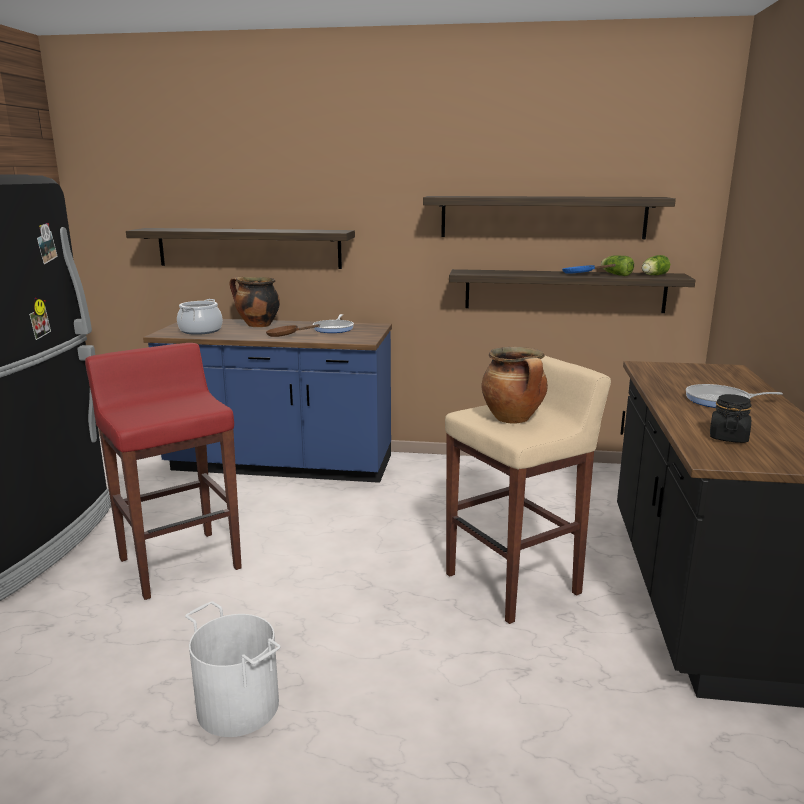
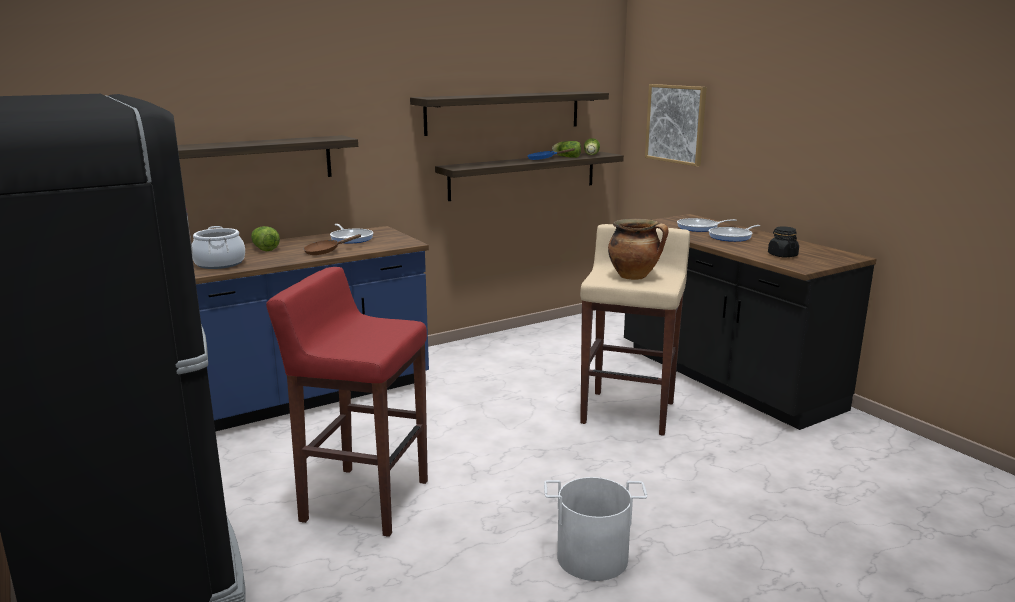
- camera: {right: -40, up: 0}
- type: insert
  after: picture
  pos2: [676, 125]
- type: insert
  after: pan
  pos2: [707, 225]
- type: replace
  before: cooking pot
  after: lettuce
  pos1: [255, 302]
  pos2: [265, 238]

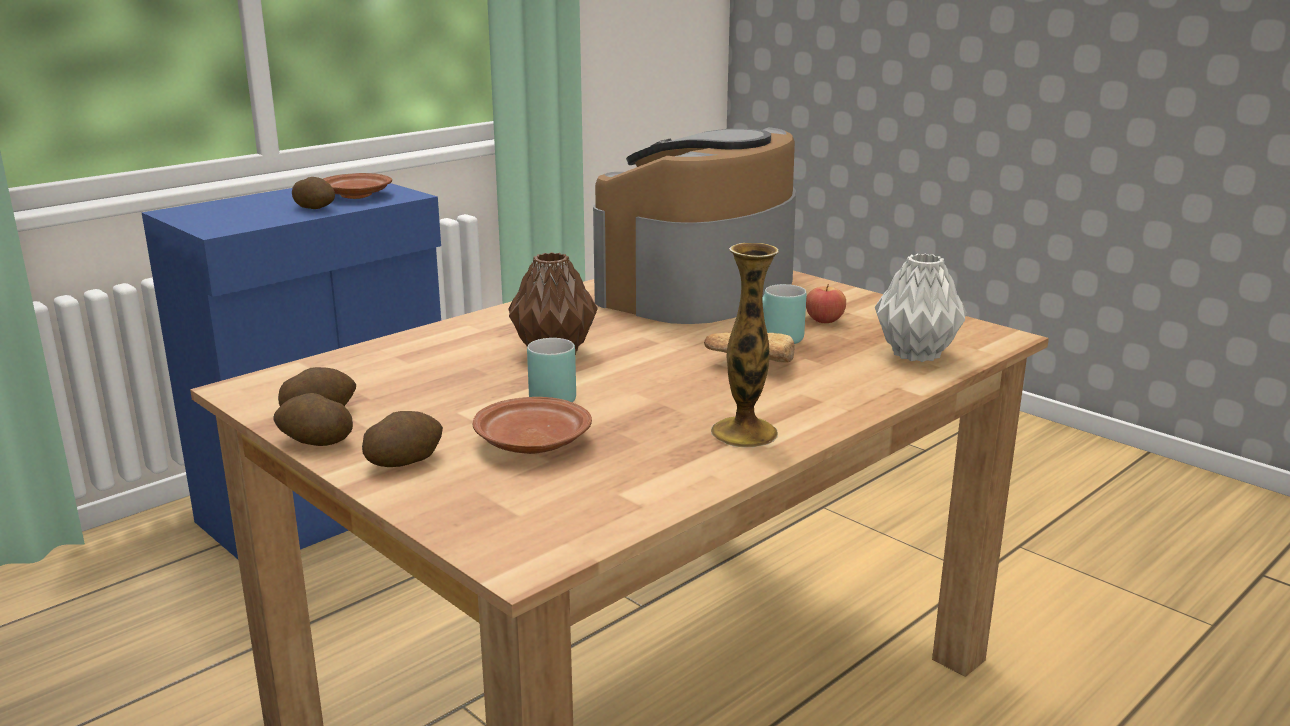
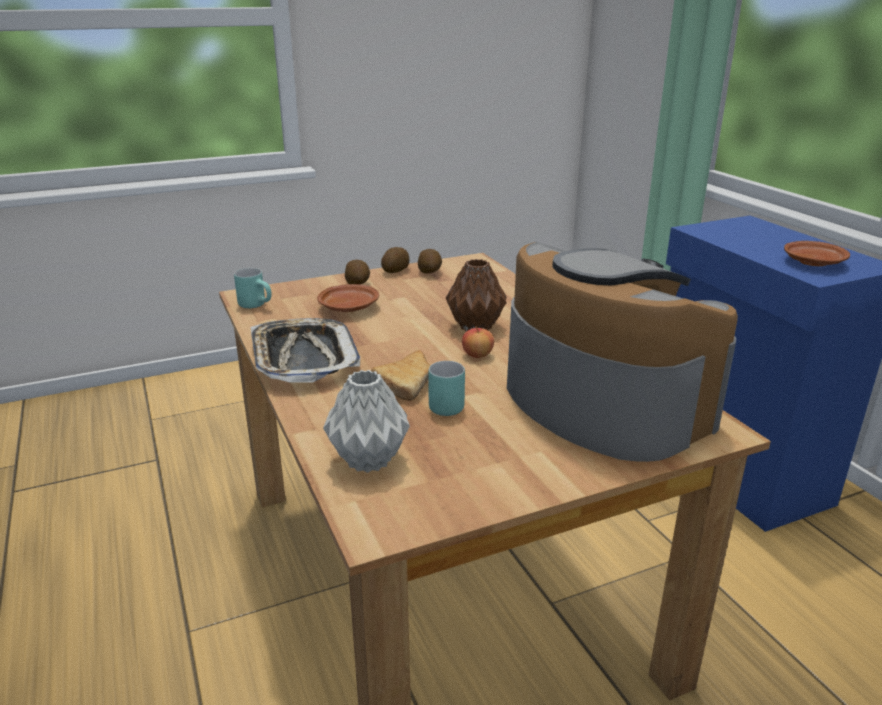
- camera: {right: 110, up: 5}
- type: delete
  before: potato
  pos1: [313, 193]
- type: move
  before: coffee mug in turquoise
  pos1: [551, 370]
  pos2: [253, 288]
- type: move
  before: apple
  pos1: [826, 303]
  pos2: [478, 342]
- type: replace
  before: flower vase
  after: carrying tray
  pos1: [745, 345]
  pos2: [305, 350]

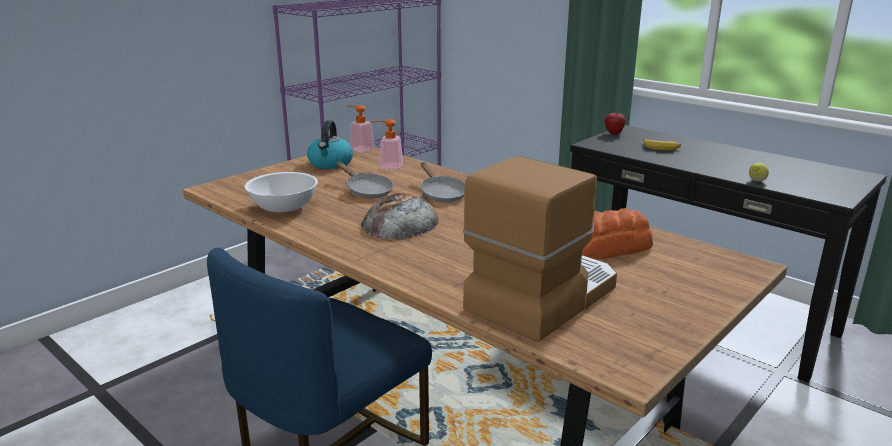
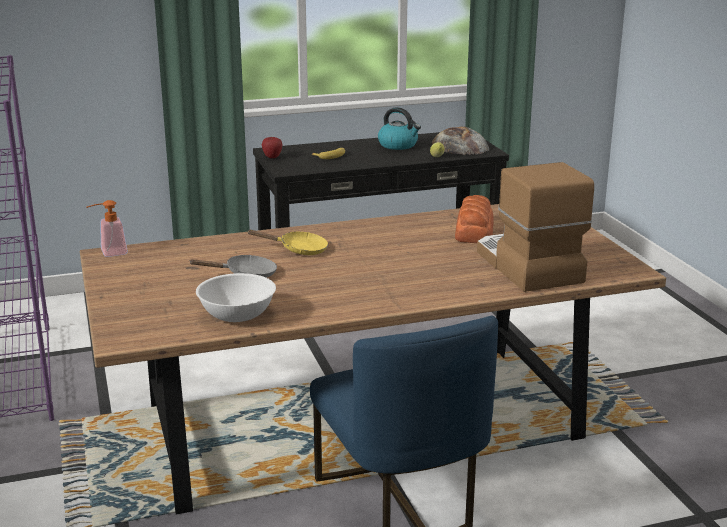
- camera: {right: -60, up: 0}
- type: delete
  before: soap dispenser
  pos1: [387, 144]
- type: move
  before: water kettle
  pos1: [330, 144]
  pos2: [399, 128]
- type: move
  before: bakery bread
  pos1: [400, 216]
  pos2: [460, 140]
- type: recolor
  before: pan in greyish
  after: pan in yellow-coloured
  pos1: [443, 182]
  pos2: [287, 242]

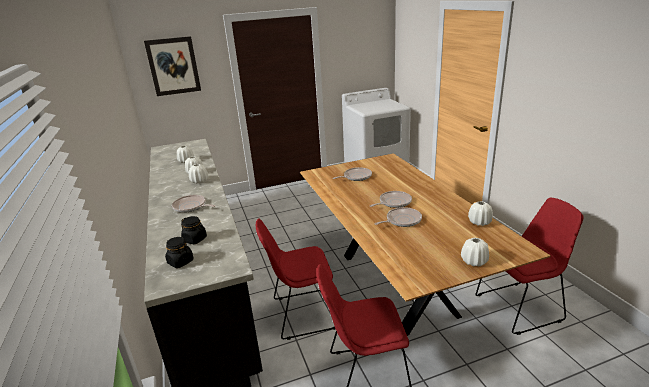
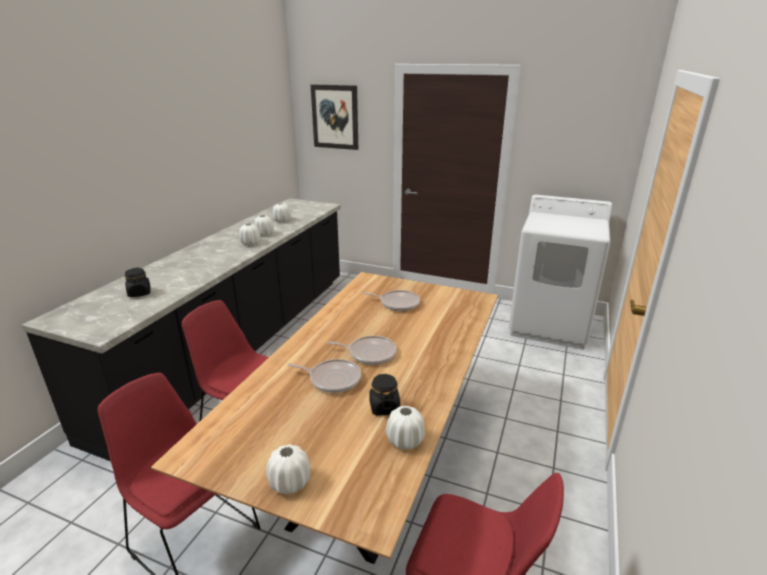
- camera: {right: 40, up: 0}
- type: delete
  before: pan
  pos1: [194, 204]
- type: move
  before: preserve jar in blackish
  pos1: [179, 252]
  pos2: [384, 395]

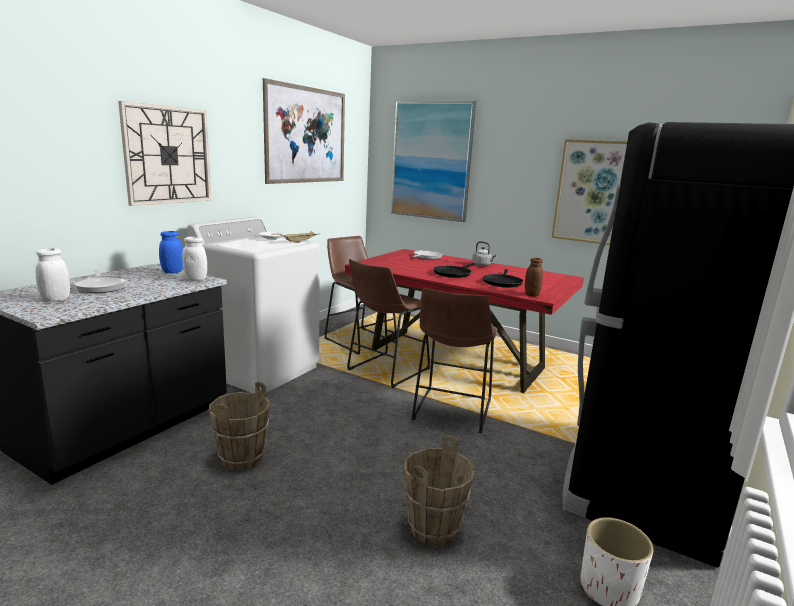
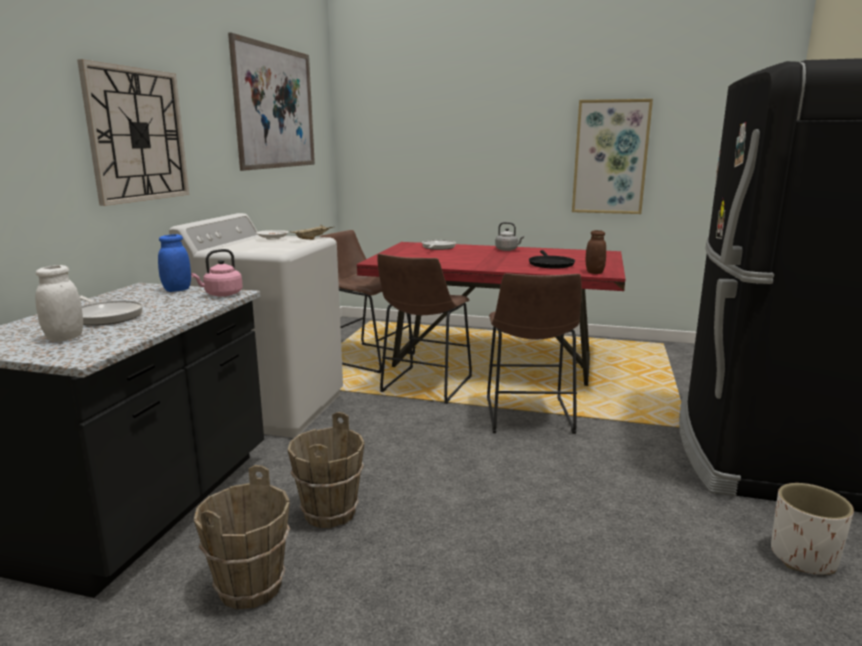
- camera: {right: -15, up: 0}
- type: delete
  before: picture
  pos1: [433, 161]
- type: delete
  before: pan in blackish
  pos1: [454, 270]
- type: move
  before: bucket in brownish
  pos1: [439, 490]
  pos2: [242, 537]
- type: replace
  before: preserve jar in white
  after: water kettle in pink-coloured
  pos1: [194, 259]
  pos2: [217, 273]

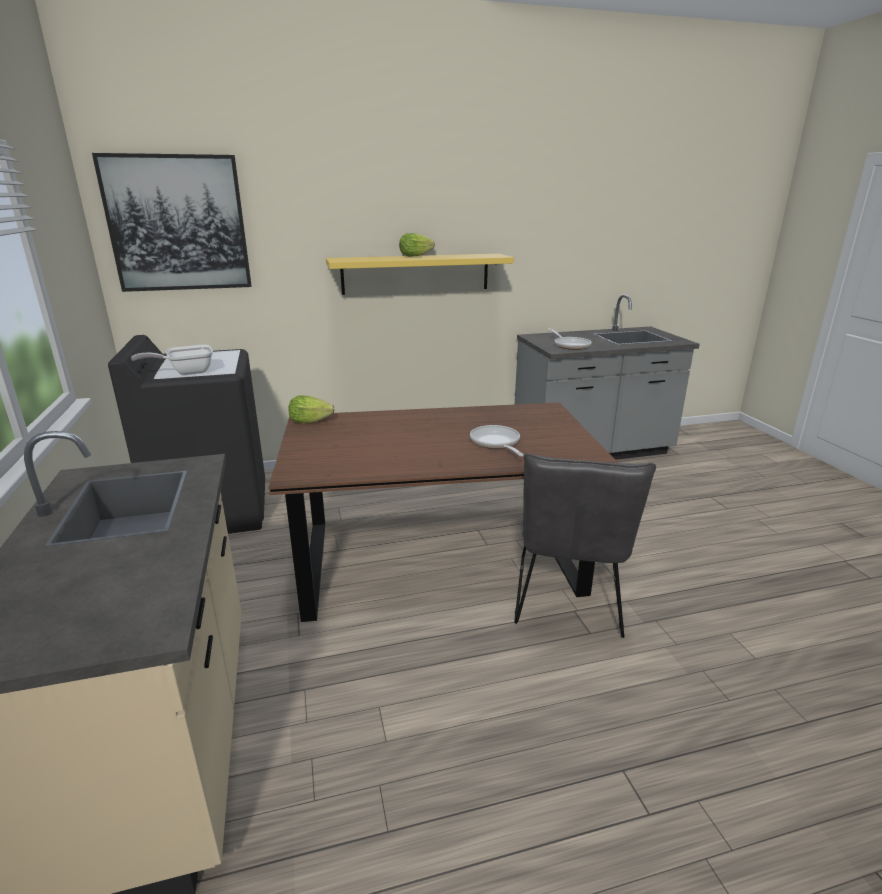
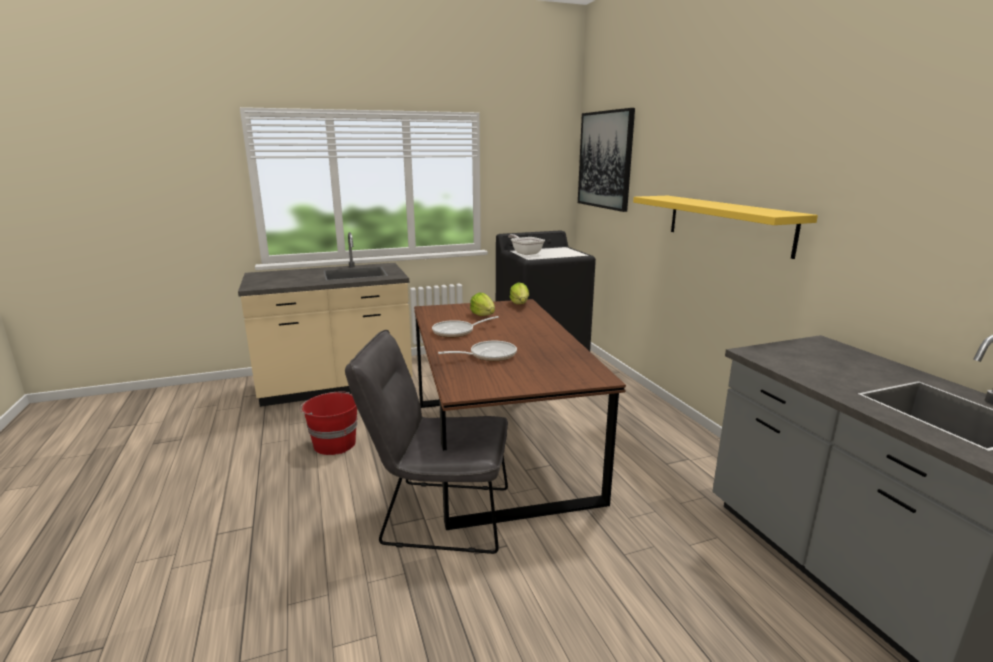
- camera: {right: 85, up: -5}
- type: insert
  after: bucket in red
  pos2: [329, 423]
- type: move
  before: lettuce
  pos1: [417, 245]
  pos2: [482, 304]
- type: move
  before: pan
  pos1: [570, 339]
  pos2: [465, 327]

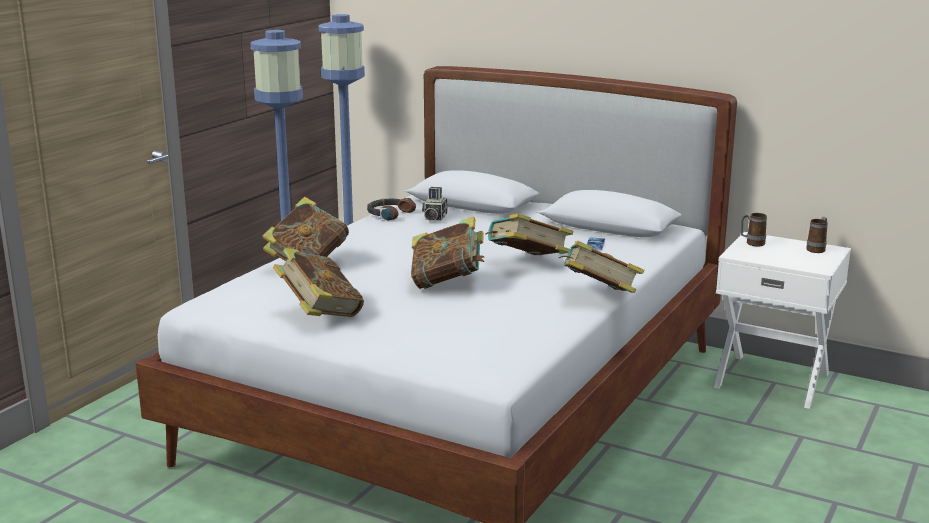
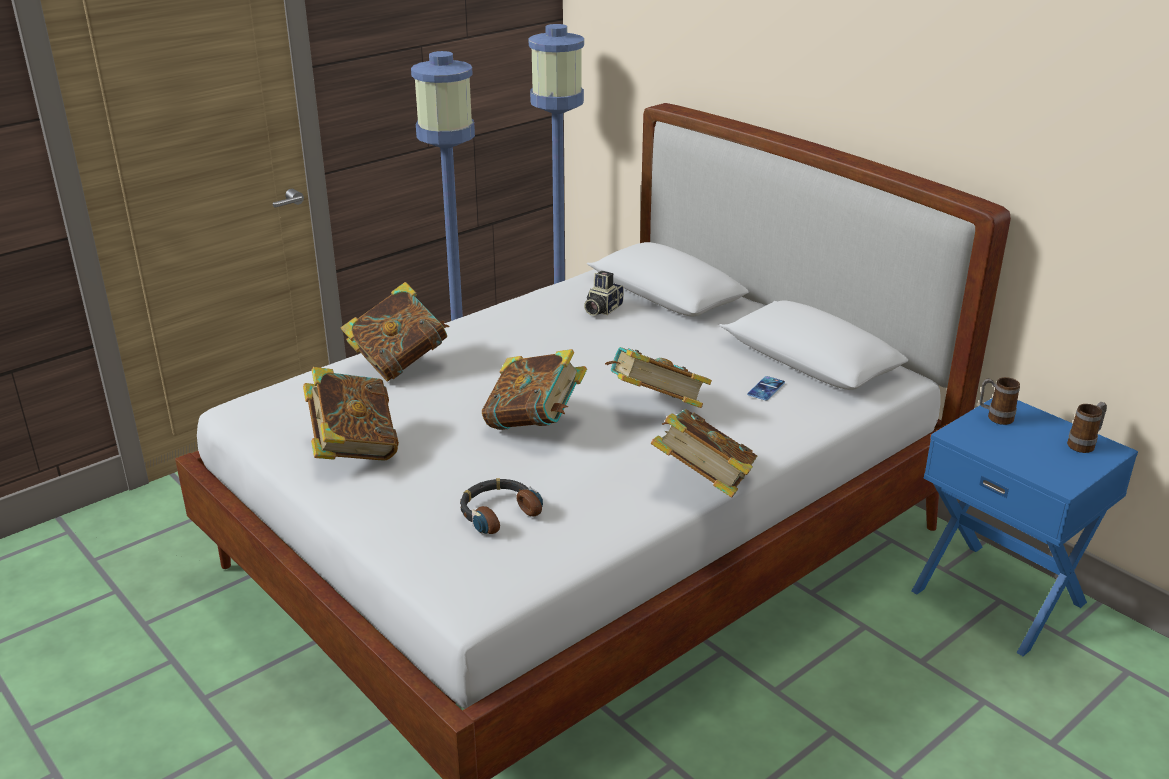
- camera: {right: 20, up: 10}
- type: move
  before: pair of headphones
  pos1: [391, 209]
  pos2: [501, 506]
- type: recolor
  before: nightstand in white
  after: nightstand in blue-coloured
  pos1: [782, 320]
  pos2: [1024, 527]

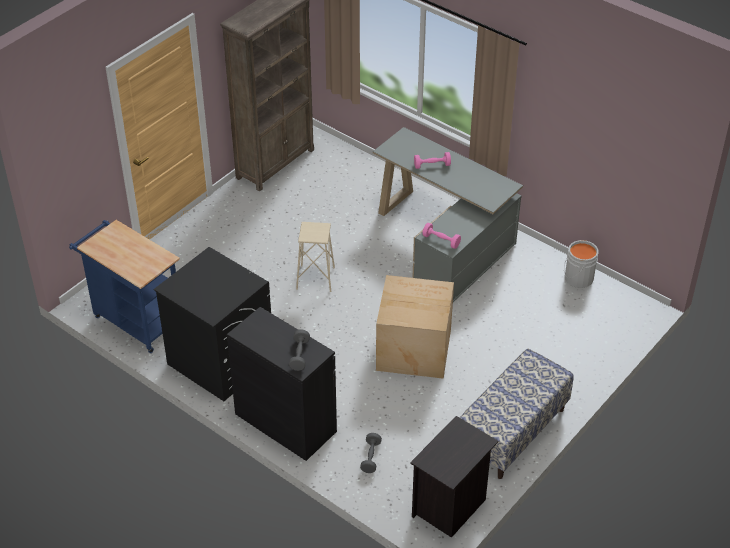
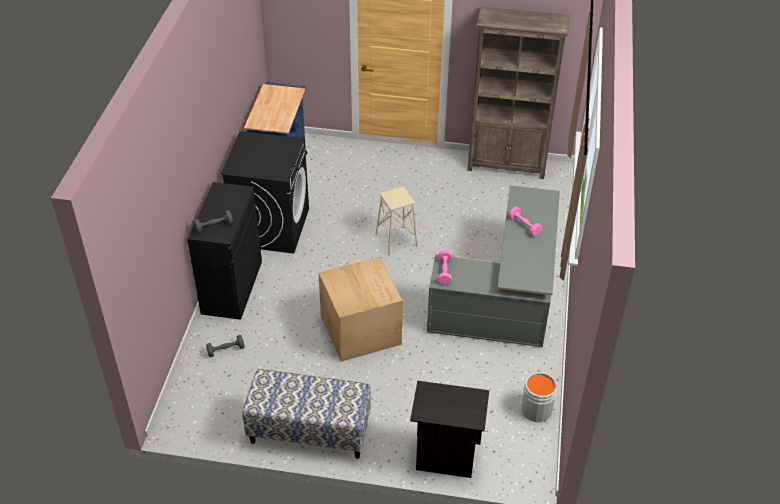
- camera: {right: 60, up: 0}
- type: move
  before: nightstand in blackish
  pos1: [454, 477]
  pos2: [449, 429]

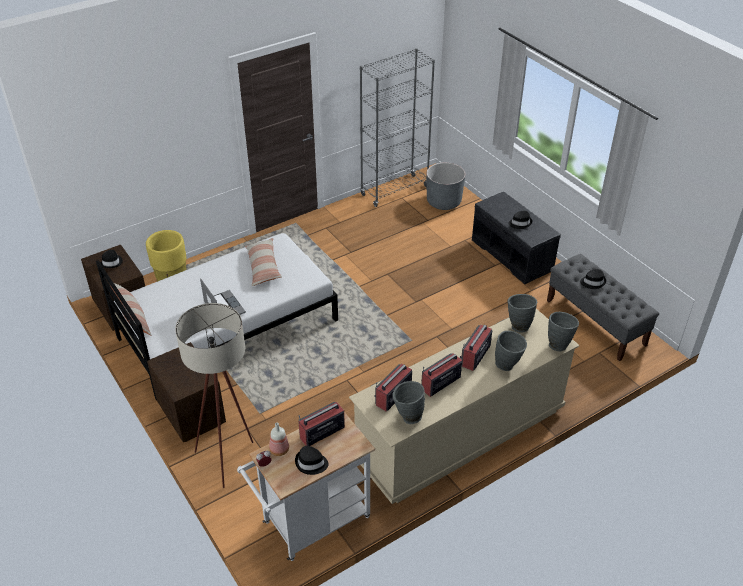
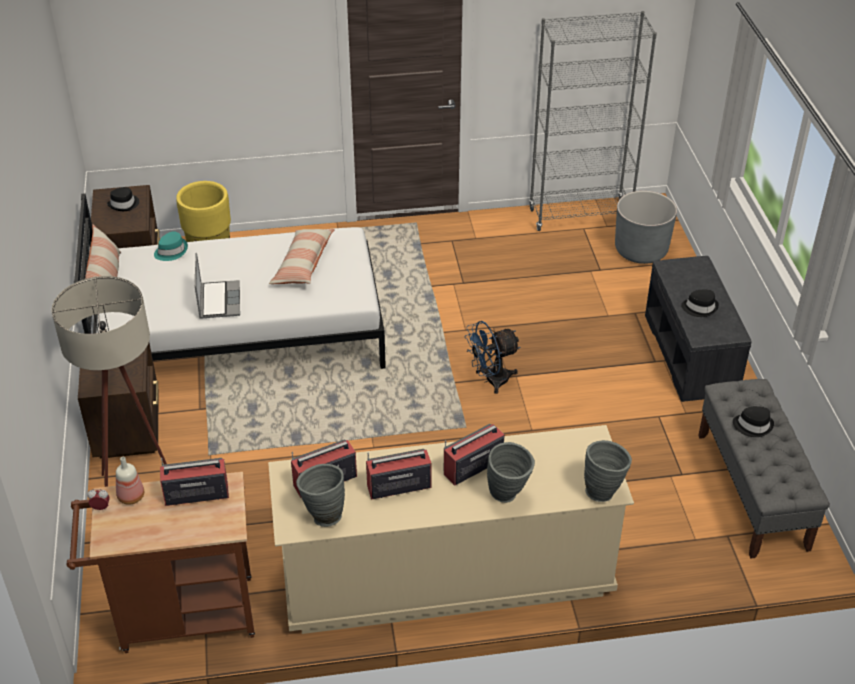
- camera: {right: 25, up: 0}
- type: delete
  before: clothing hat in blackish
  pos1: [312, 460]
- type: delete
  before: flower vase in greyish
  pos1: [522, 313]
- type: insert
  after: clothing hat in turquoise
  pos2: [171, 246]
- type: insert
  after: cooling fan in blue-coloured
  pos2: [492, 357]
- type: recolor
  before: wheeled cart in white
  after: wheeled cart in brownish
  pos1: [306, 486]
  pos2: [161, 562]

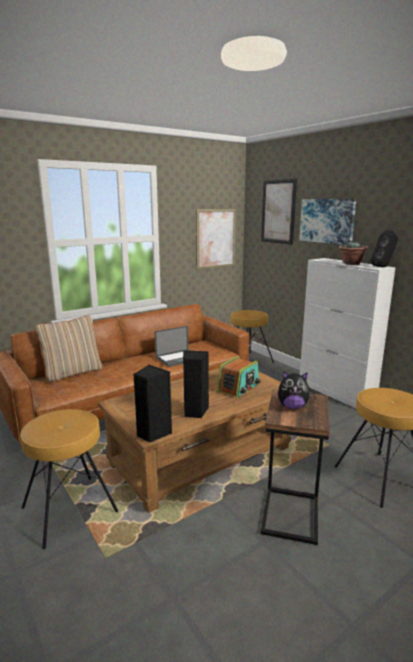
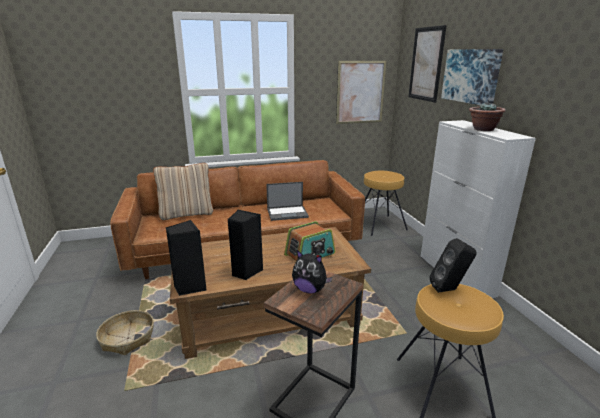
- camera: {right: 20, up: 5}
- type: move
  before: speaker in blackish
  pos1: [384, 249]
  pos2: [453, 265]
- type: replace
  before: stool in brownish
  after: storage basket
  pos1: [69, 479]
  pos2: [125, 332]

